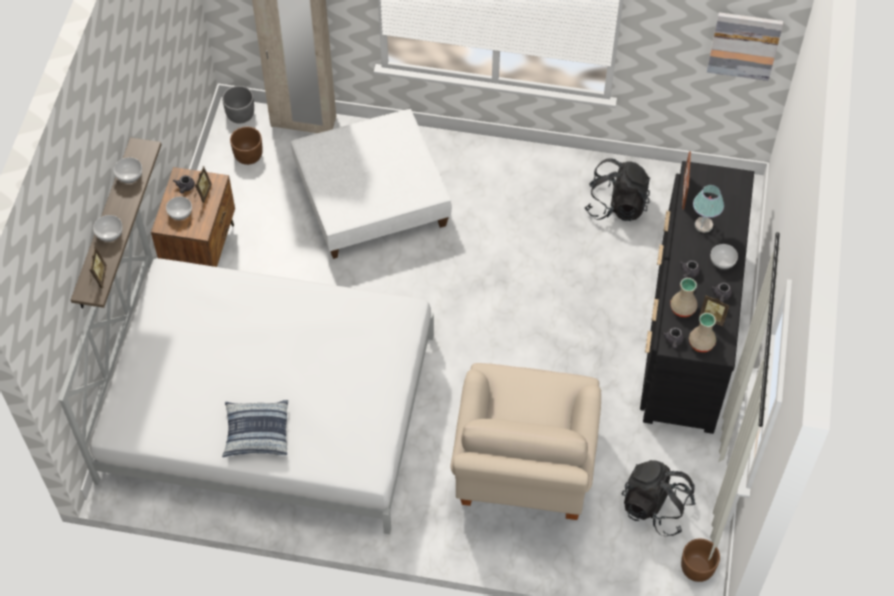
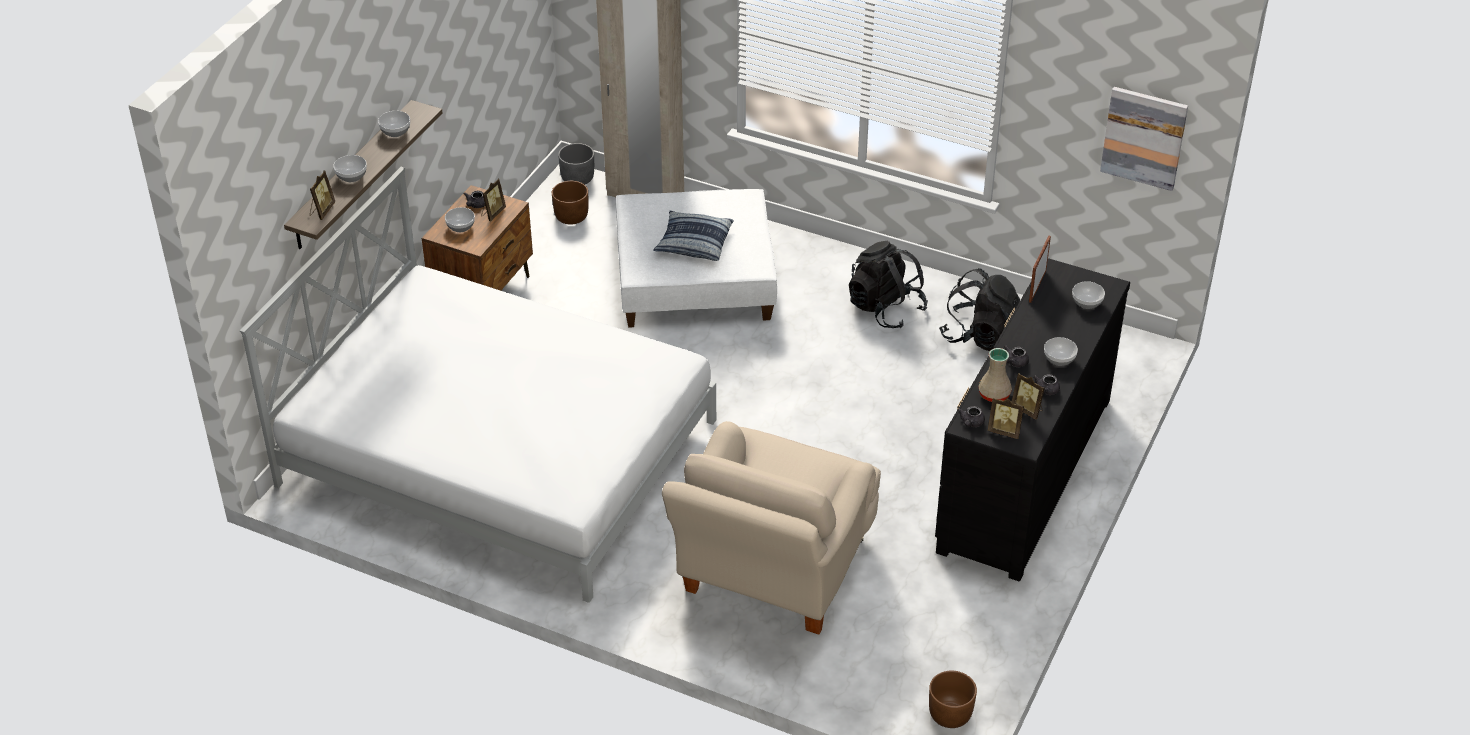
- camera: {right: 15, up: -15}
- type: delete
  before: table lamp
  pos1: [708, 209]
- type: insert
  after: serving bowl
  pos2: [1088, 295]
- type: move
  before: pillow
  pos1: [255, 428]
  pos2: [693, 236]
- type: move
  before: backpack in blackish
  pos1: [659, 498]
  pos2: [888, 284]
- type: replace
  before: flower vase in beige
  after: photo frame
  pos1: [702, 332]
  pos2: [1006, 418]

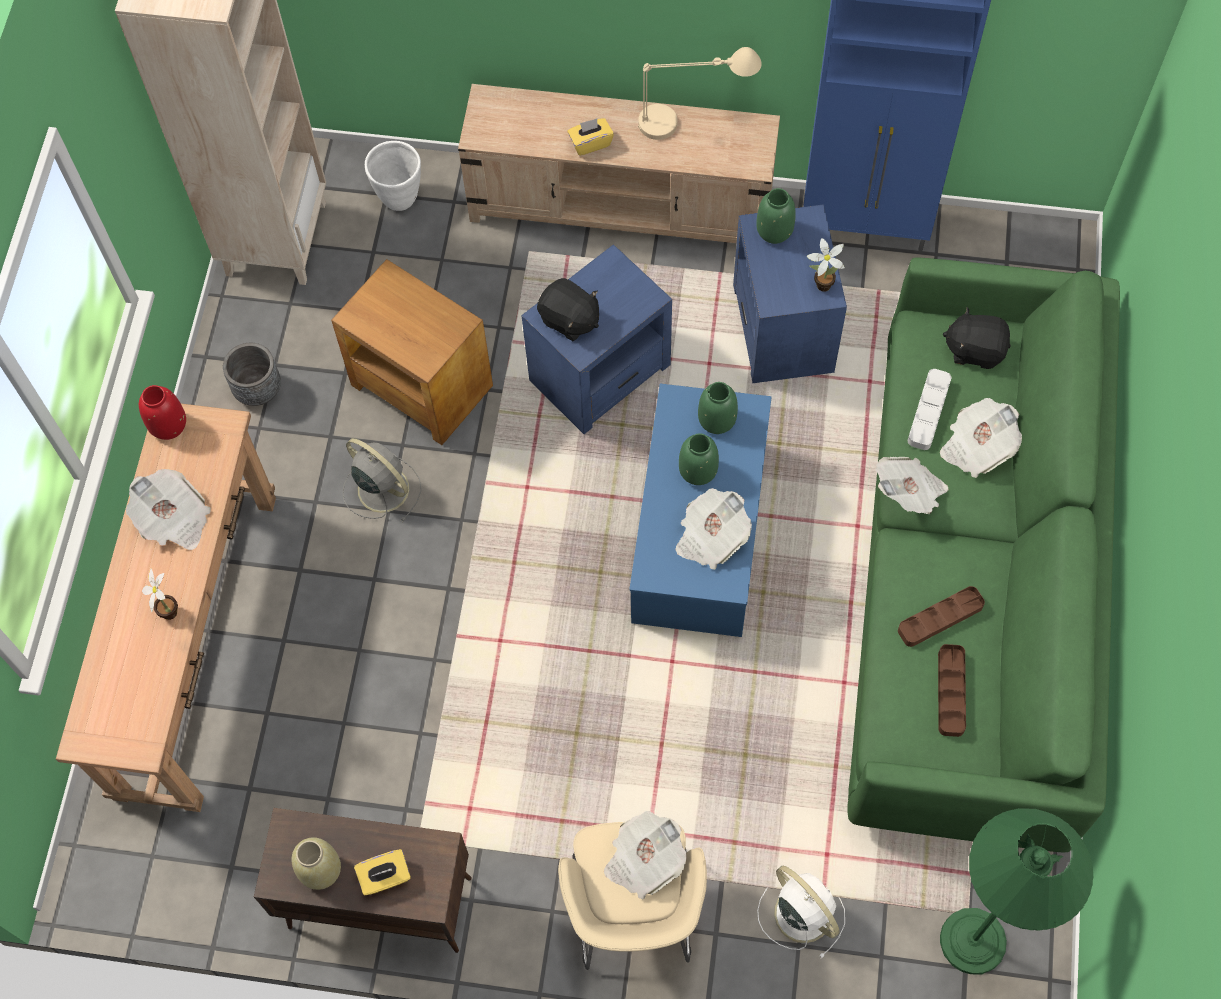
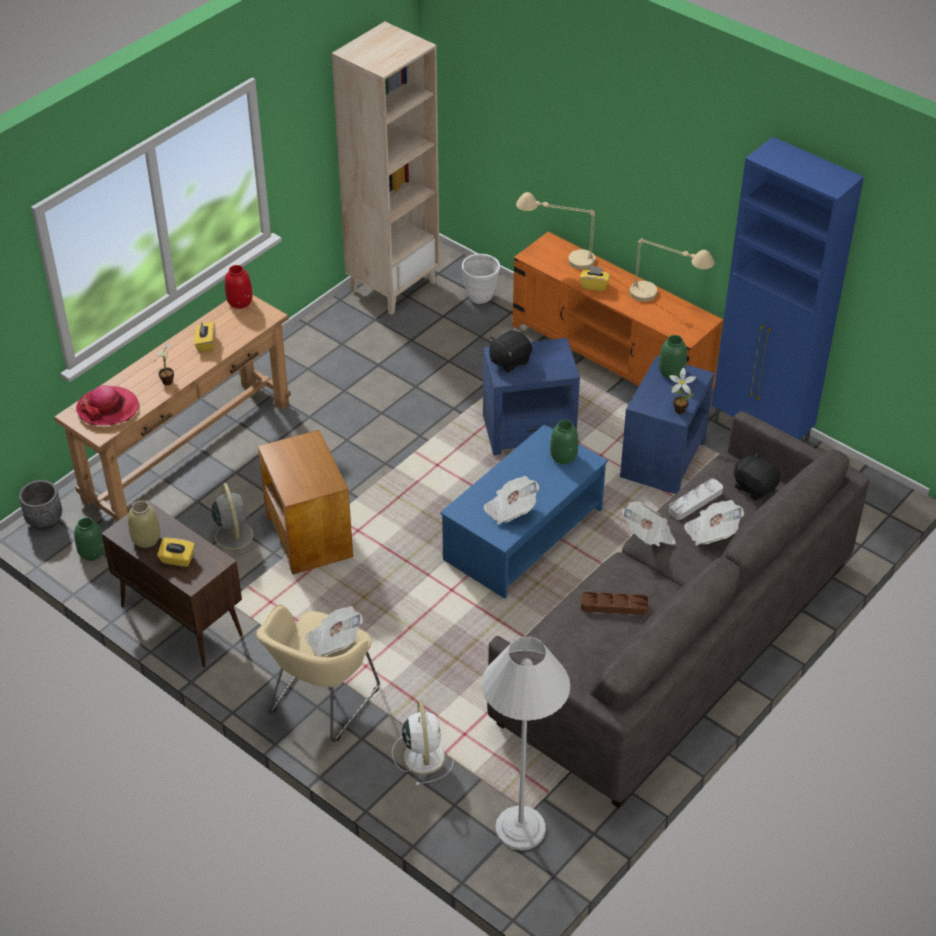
- camera: {right: 30, up: -20}
- type: delete
  before: carrying tray in brownish
  pos1: [952, 690]
- type: insert
  after: clothing hat
  pos2: [107, 405]
- type: insert
  after: table lamp in beige
  pos2: [556, 231]
- type: move
  before: plant pot in greyish
  pos1: [252, 374]
  pos2: [40, 505]
- type: move
  before: end table in brownish
  pos1: [412, 352]
  pos2: [305, 502]
- type: move
  before: cooling fan in greyish
  pos1: [381, 480]
  pos2: [233, 520]
- type: move
  before: flower vase in green
  pos1: [699, 459]
  pos2: [89, 539]
- type: replace
  before: printed paper
  after: box of tissues in yellow-coloured
  pos1: [168, 509]
  pos2: [204, 336]
- type: recolor
  before: tv stand in beige
  after: tv stand in orangey
  pos1: [619, 163]
  pos2: [618, 311]
- type: recolor
  before: couch in green
  after: couch in greyish
  pos1: [983, 555]
  pos2: [678, 609]
- type: recolor
  before: floor lamp in green
  after: floor lamp in white
  pos1: [1016, 891]
  pos2: [526, 743]
- type: rotate
  before: plush toy in blackish
  pos1: [568, 309]
  pos2: [510, 351]
  turn: 75

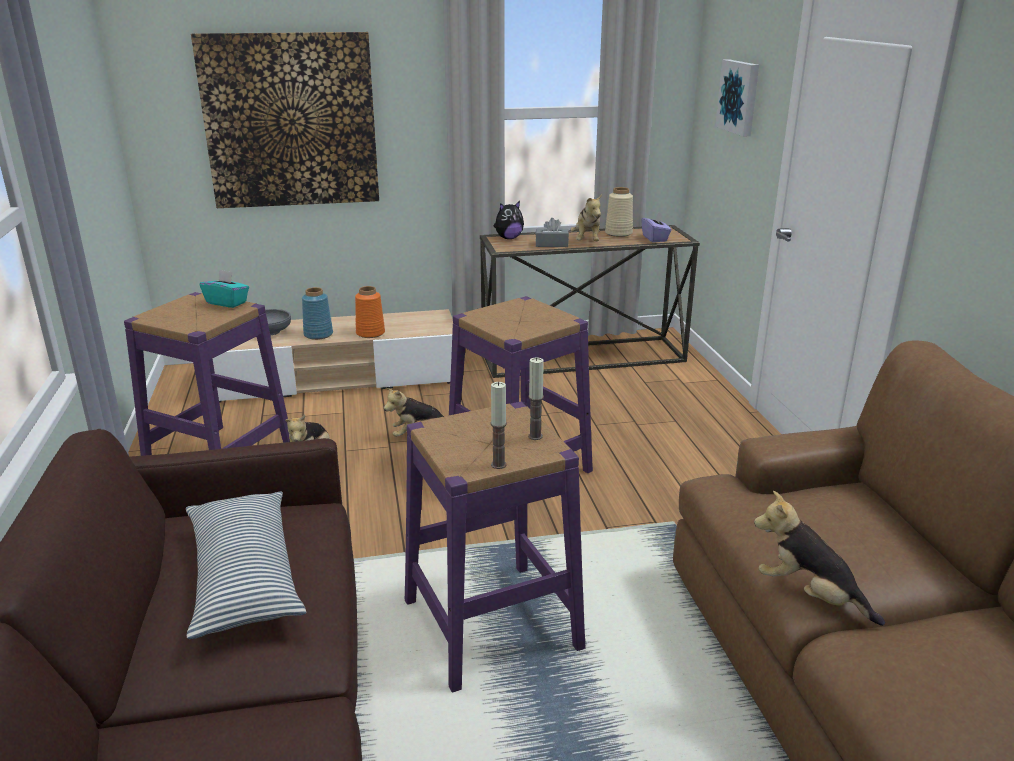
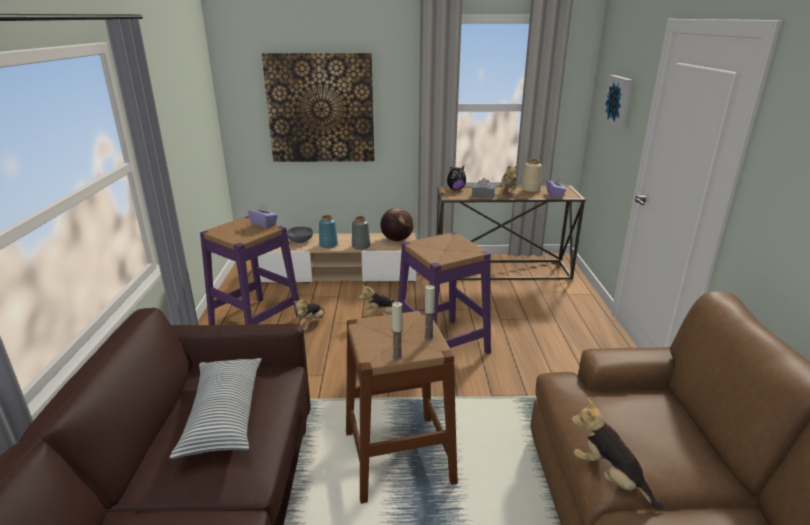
- camera: {right: 10, up: 0}
- type: insert
  after: desk globe
  pos2: [397, 224]
- type: recolor
  before: box of tissues in turquoise
  after: box of tissues in purple
  pos1: [224, 289]
  pos2: [263, 216]
- type: recolor
  before: flower vase in orangey
  after: flower vase in greyish
  pos1: [370, 312]
  pos2: [361, 233]
- type: recolor
  before: stool in purple
  after: stool in brownish
  pos1: [495, 547]
  pos2: [402, 407]

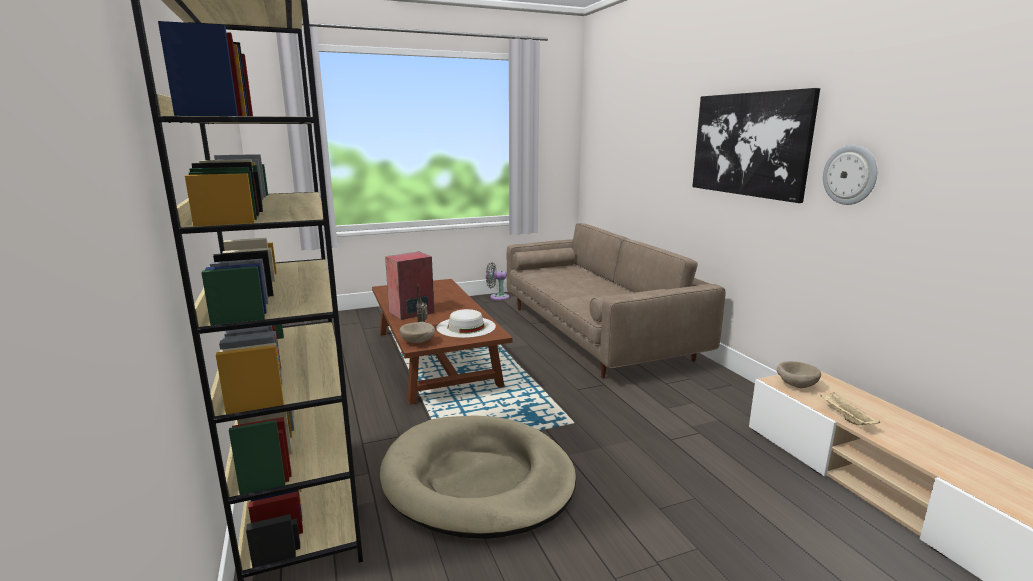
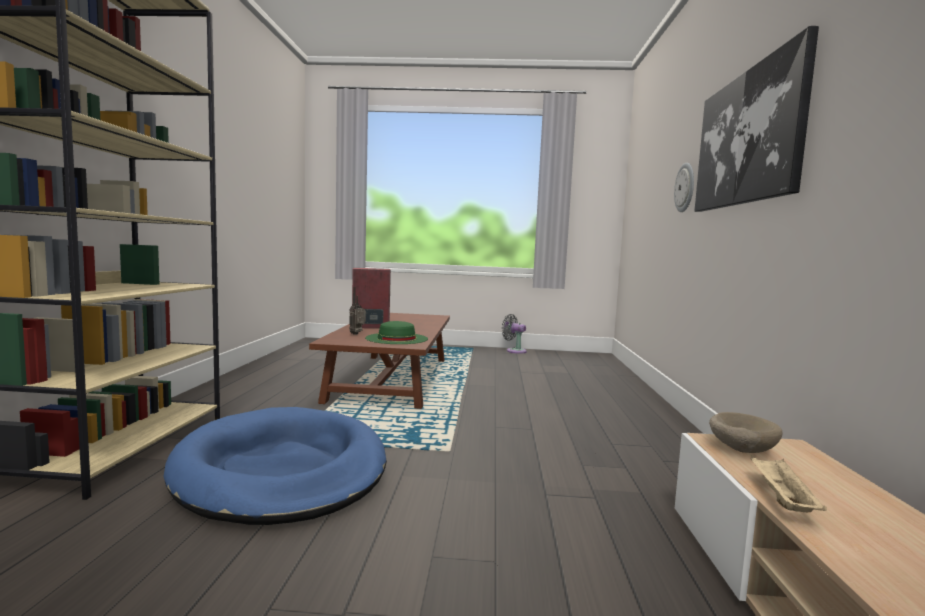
- camera: {right: 25, up: -10}
- type: delete
  before: serving bowl in beige
  pos1: [417, 332]
- type: delete
  before: couch in beige
  pos1: [616, 301]
- type: move
  before: clock on the wall
  pos1: [850, 175]
  pos2: [684, 187]
- type: recolor
  before: dog cushion in beige
  after: dog cushion in blue-coloured
  pos1: [478, 477]
  pos2: [275, 466]
- type: recolor
  before: clothing hat in white
  after: clothing hat in green
  pos1: [466, 323]
  pos2: [396, 332]

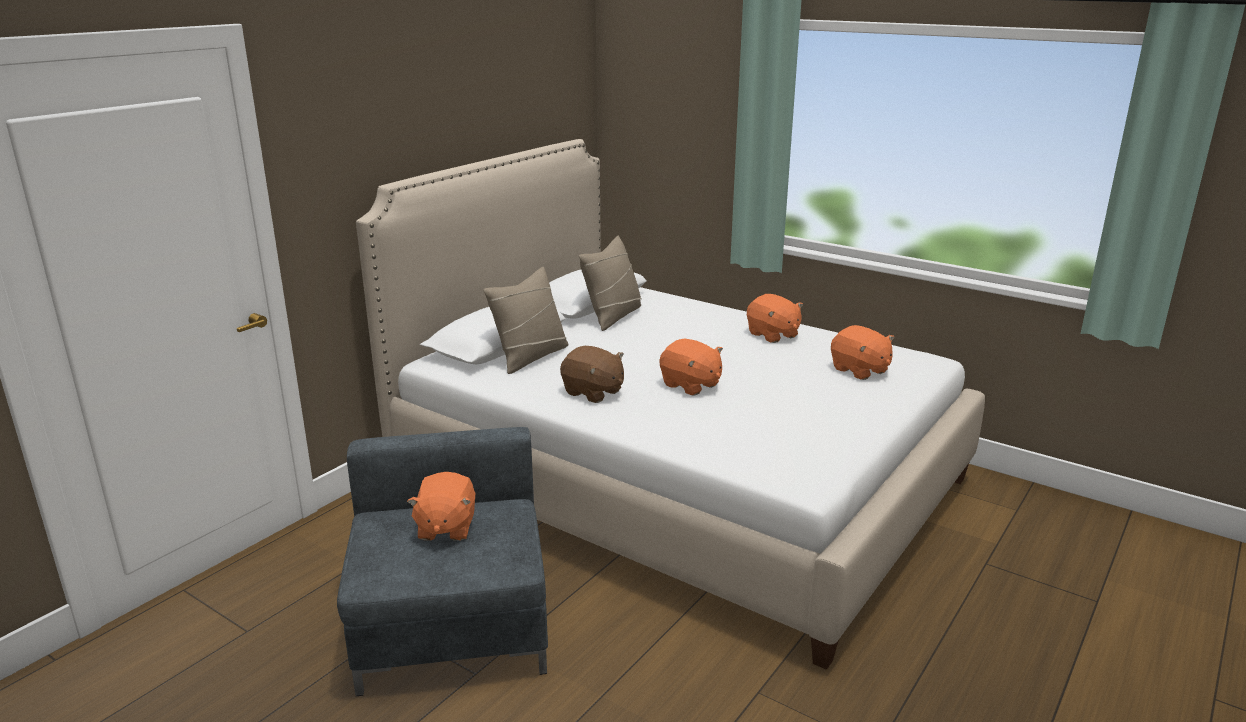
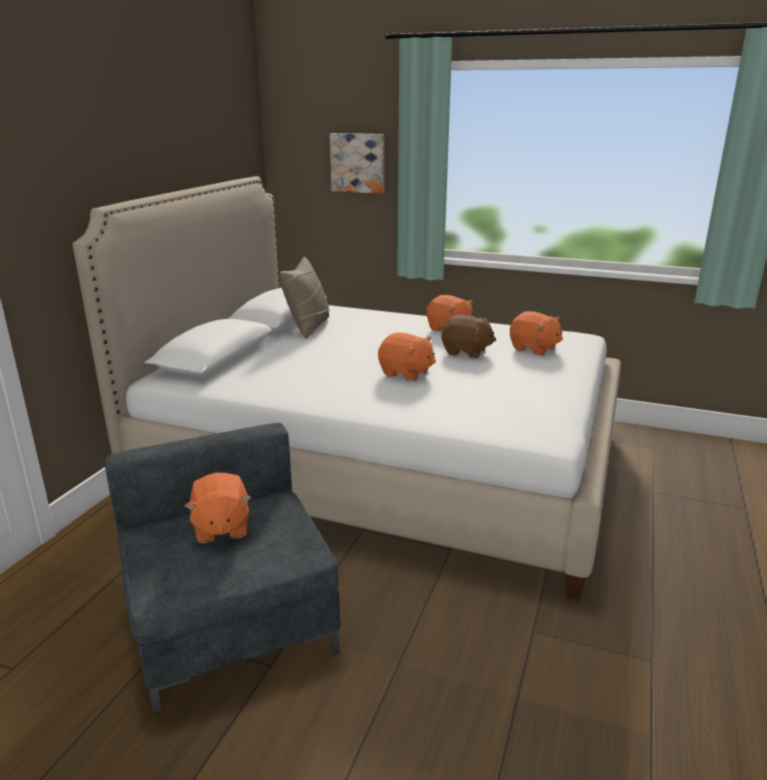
- camera: {right: -15, up: 0}
- type: delete
  before: pillow in beige
  pos1: [526, 320]
- type: insert
  after: picture
  pos2: [357, 163]
- type: move
  before: plush toy in brownish
  pos1: [592, 374]
  pos2: [468, 336]

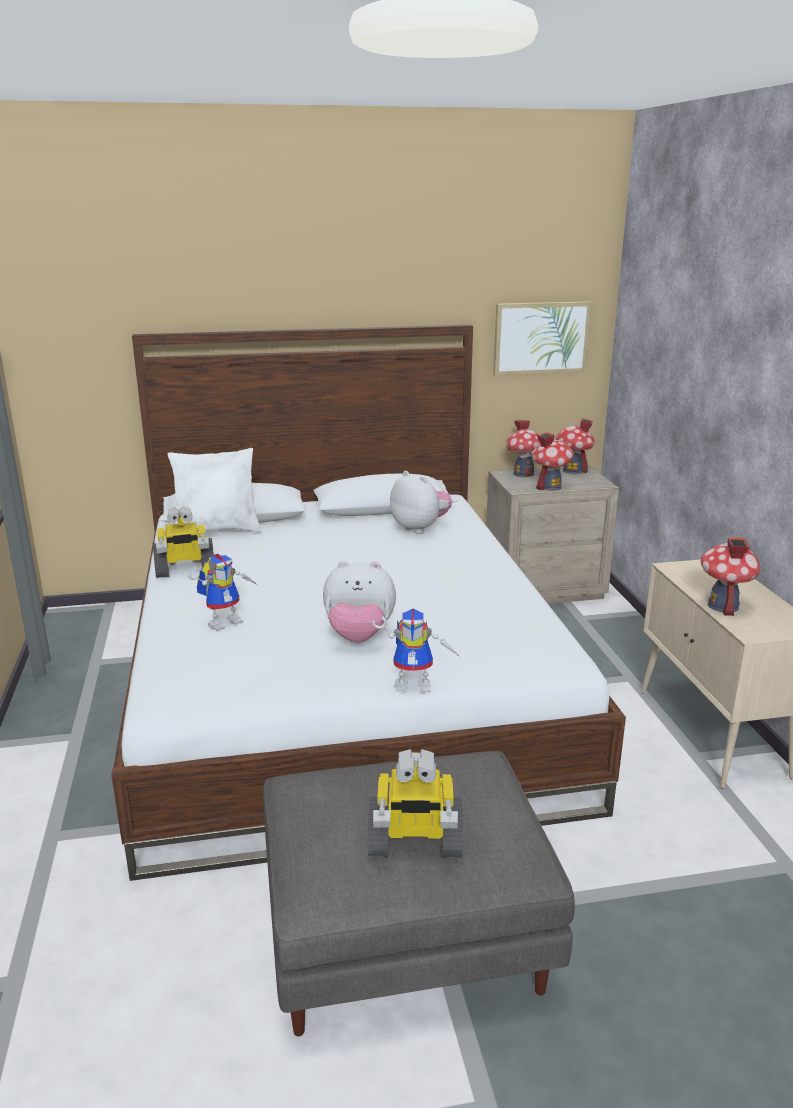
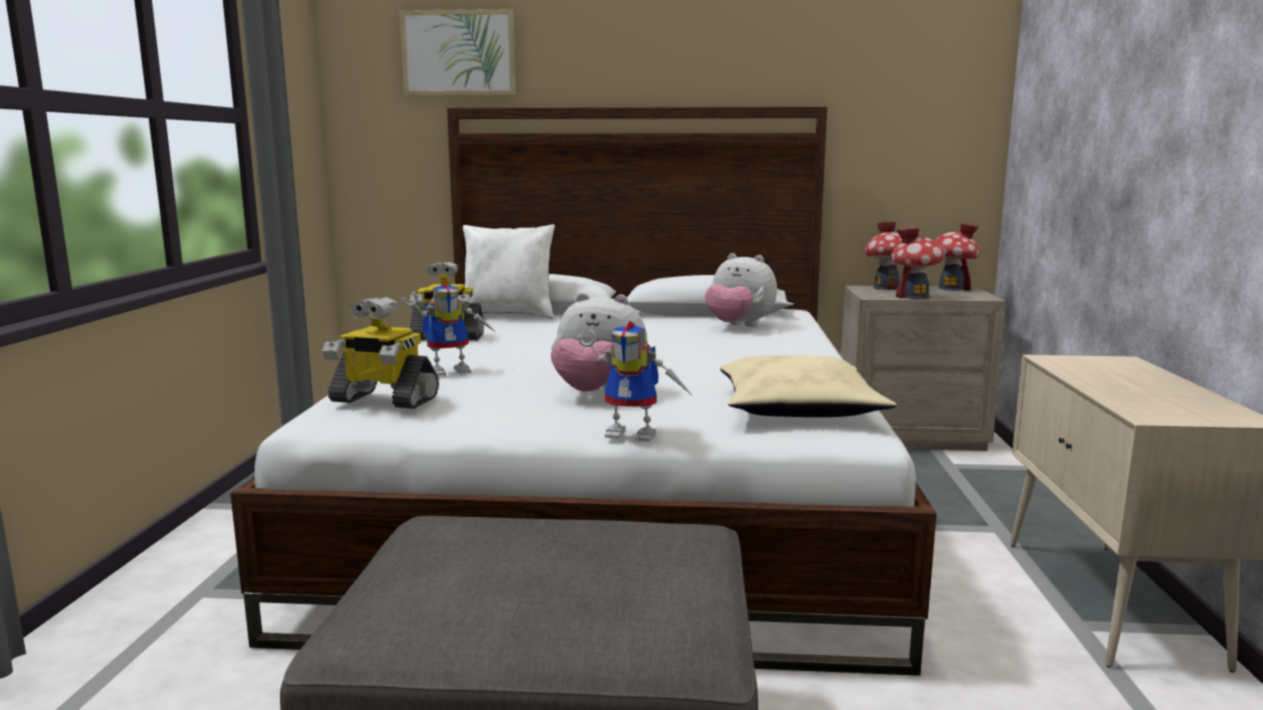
- camera: {right: 15, up: -10}
- type: delete
  before: toy house
  pos1: [730, 576]
- type: insert
  after: pillow in beige
  pos2: [808, 386]
- type: move
  before: toy robot
  pos1: [415, 803]
  pos2: [381, 353]
- type: move
  before: picture
  pos1: [542, 338]
  pos2: [457, 52]
- type: rotate
  before: plush toy
  pos1: [421, 502]
  pos2: [741, 290]
  turn: 150

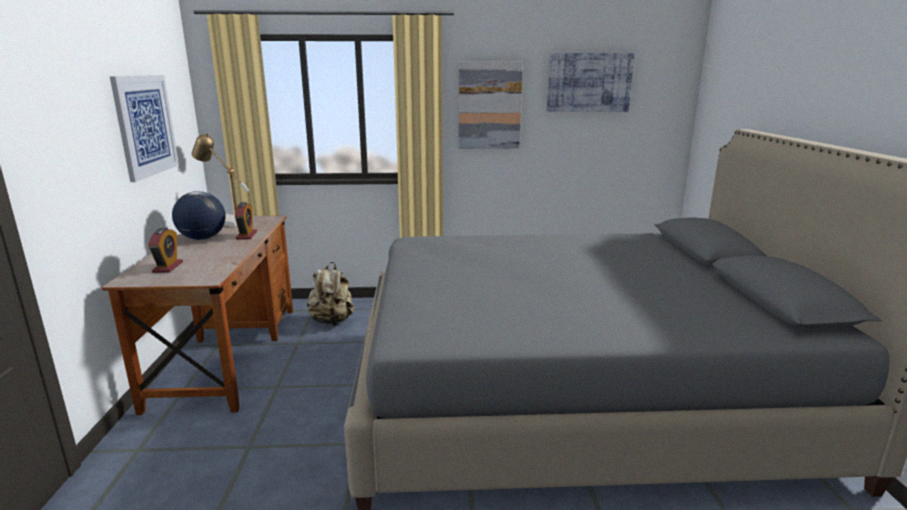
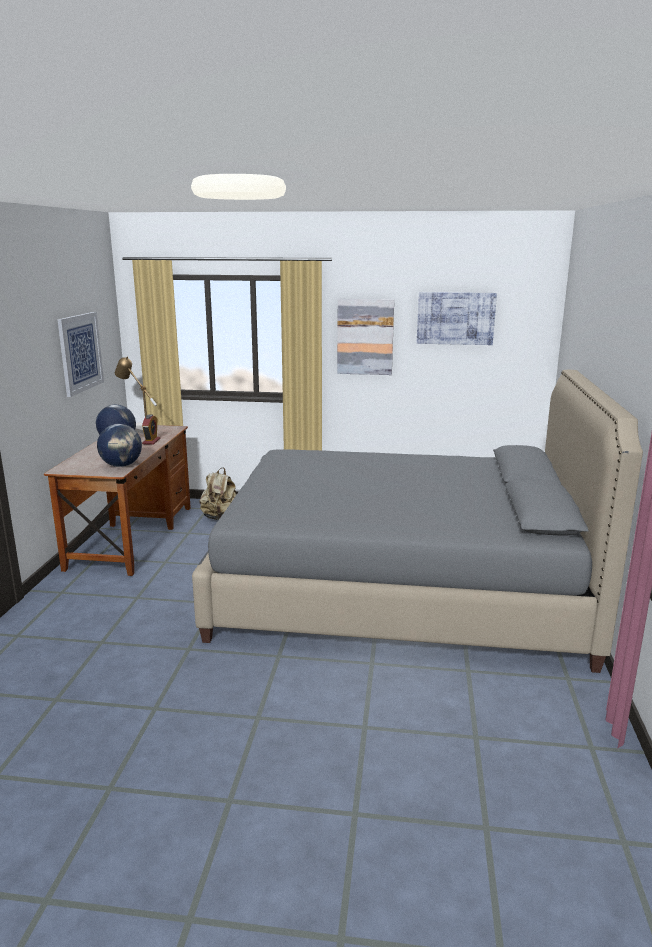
- camera: {right: 10, up: 0}
- type: delete
  before: table clock
  pos1: [165, 250]
- type: insert
  after: desk globe
  pos2: [119, 445]

